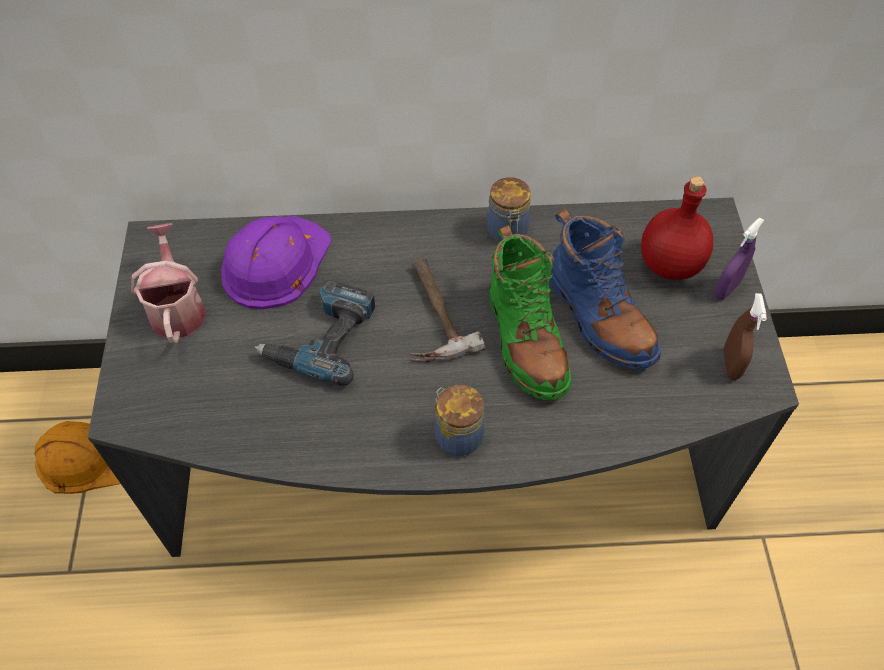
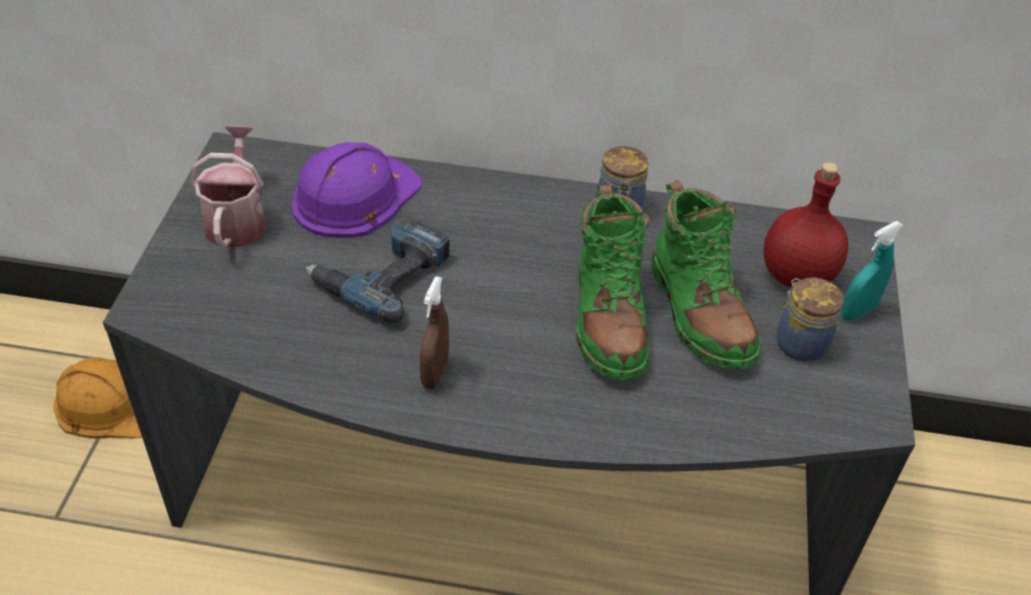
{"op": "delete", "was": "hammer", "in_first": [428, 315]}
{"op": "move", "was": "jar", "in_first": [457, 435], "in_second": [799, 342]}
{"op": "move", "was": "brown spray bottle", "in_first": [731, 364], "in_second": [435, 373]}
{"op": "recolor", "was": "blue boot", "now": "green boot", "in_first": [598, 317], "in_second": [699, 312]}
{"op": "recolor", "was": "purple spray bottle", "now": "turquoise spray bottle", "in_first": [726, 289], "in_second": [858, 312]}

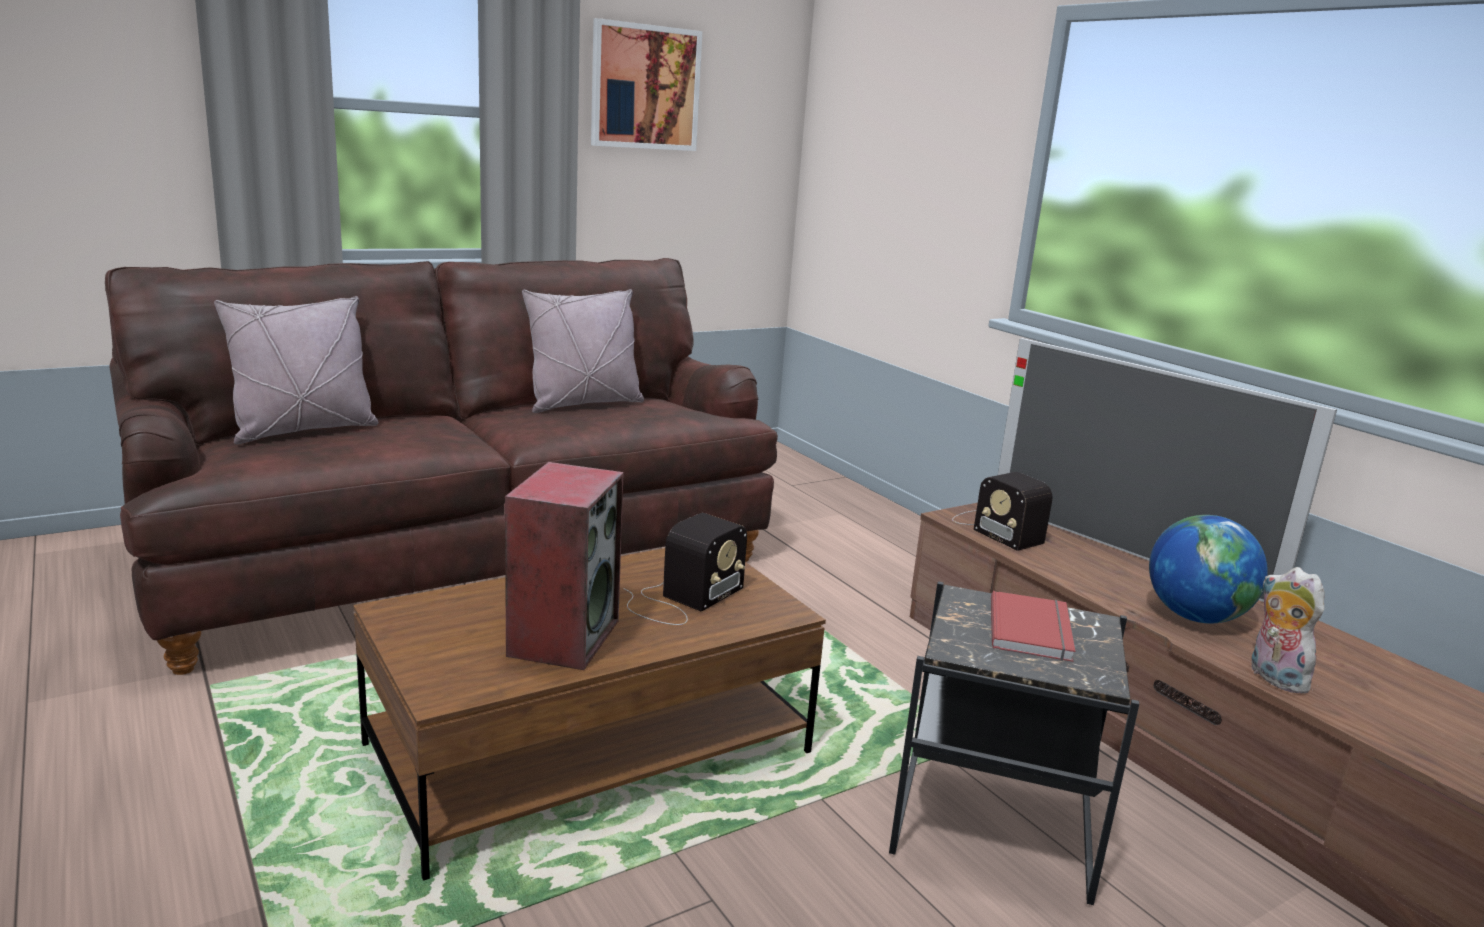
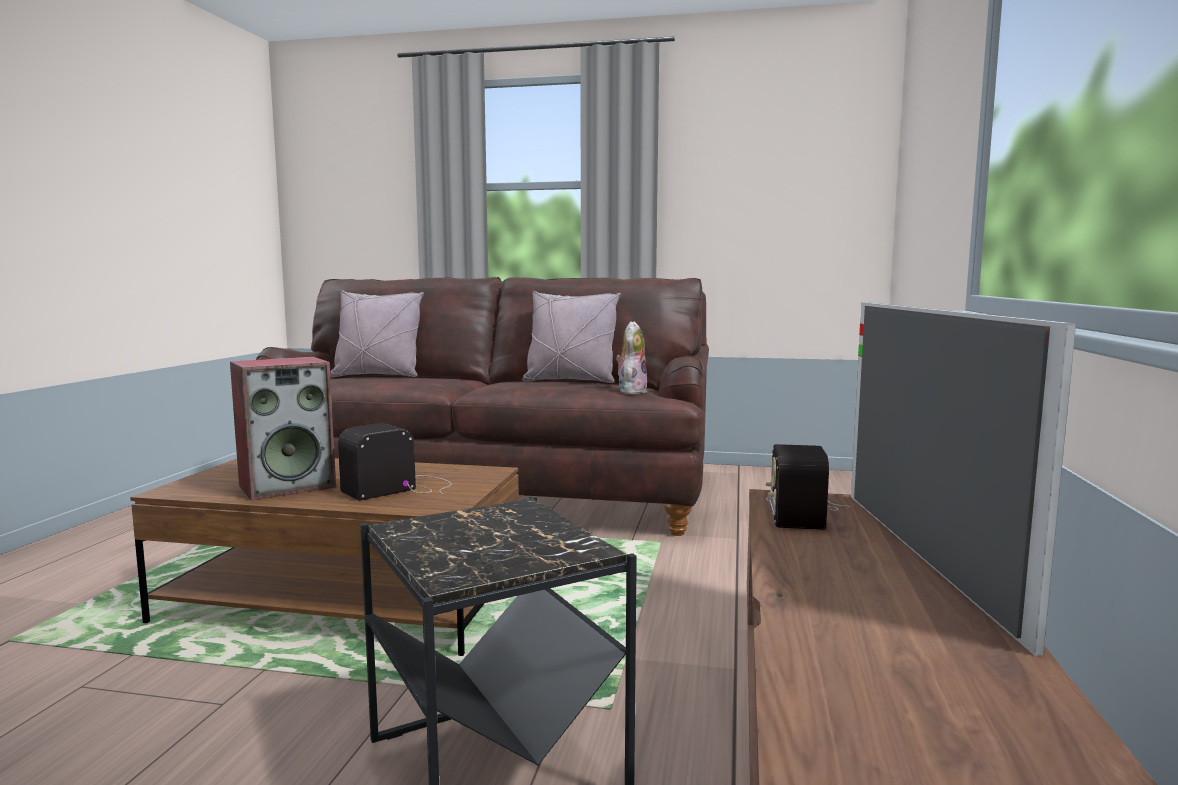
{"op": "delete", "was": "picture", "in_first": [645, 87]}
{"op": "delete", "was": "red book", "in_first": [1033, 630]}
{"op": "delete", "was": "globe", "in_first": [1195, 617]}
{"op": "move", "was": "plush toy", "in_first": [1273, 677], "in_second": [631, 391]}
{"op": "rotate", "was": "radio", "in_first": [682, 599], "in_second": [401, 487], "clockwise": 150}

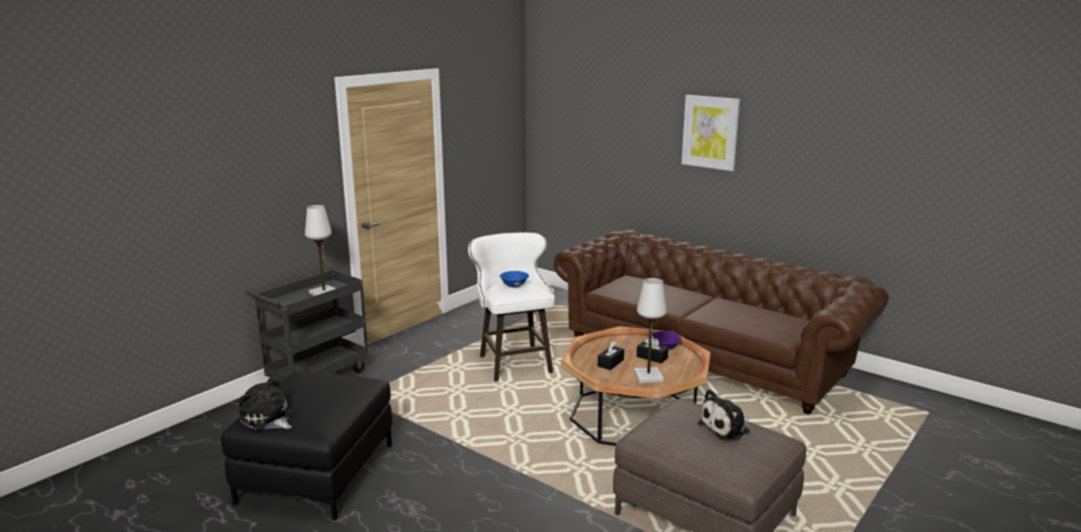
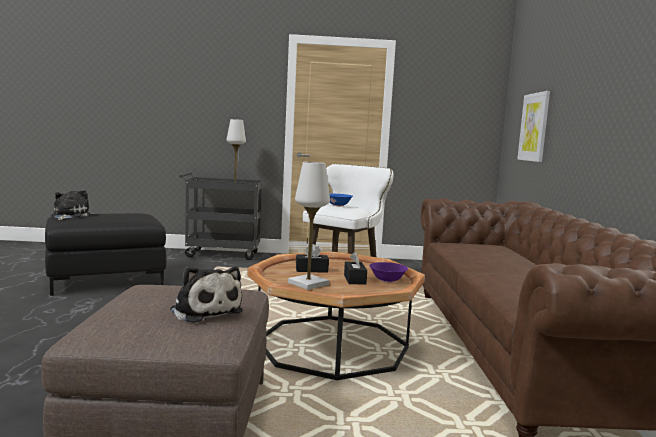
{"op": "move", "was": "picture", "in_first": [710, 132], "in_second": [534, 127]}
{"op": "rotate", "was": "plush toy", "in_first": [726, 428], "in_second": [205, 311], "clockwise": -150}

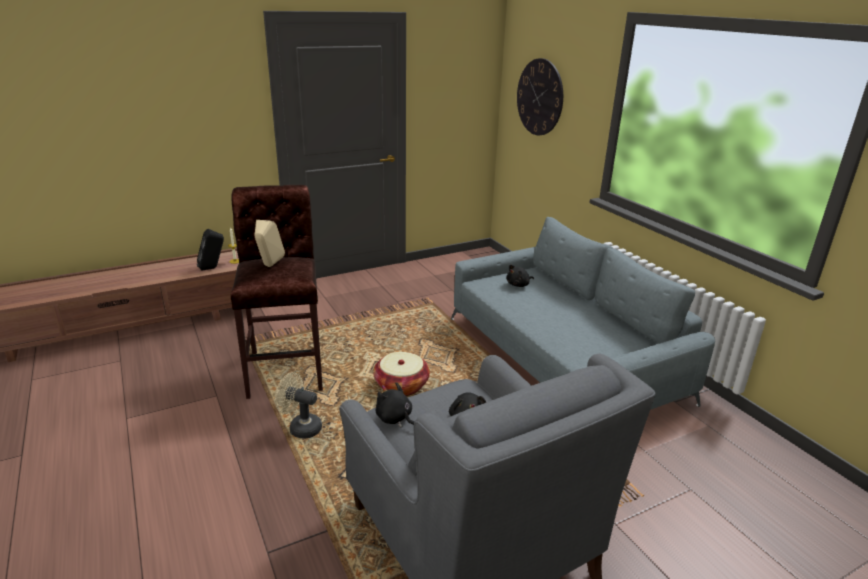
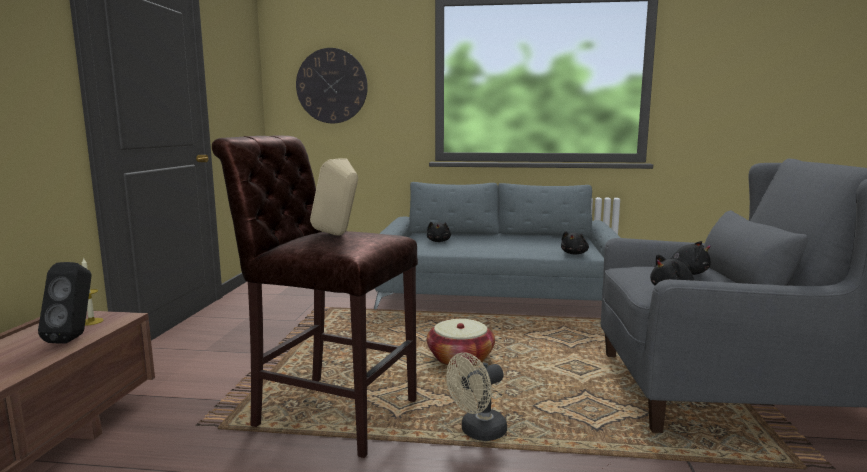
{"op": "insert", "now": "black plush toy", "in_second": [574, 253]}

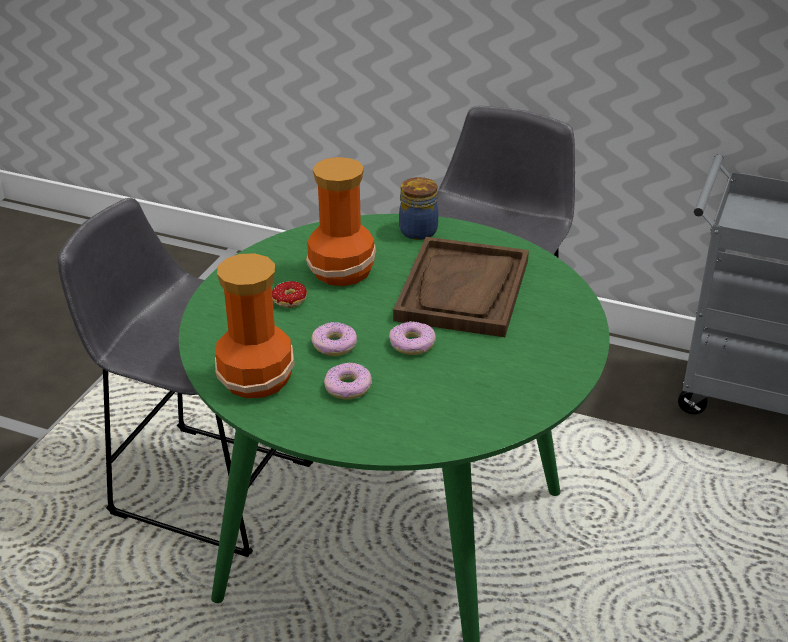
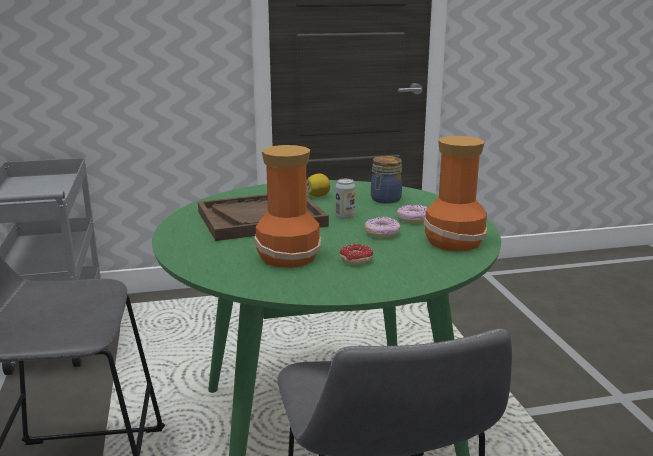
{"op": "insert", "now": "lemon", "in_second": [318, 196]}
{"op": "move", "was": "jar", "in_first": [417, 230], "in_second": [385, 200]}
{"op": "replace", "was": "donut", "now": "can", "in_first": [412, 344], "in_second": [345, 216]}

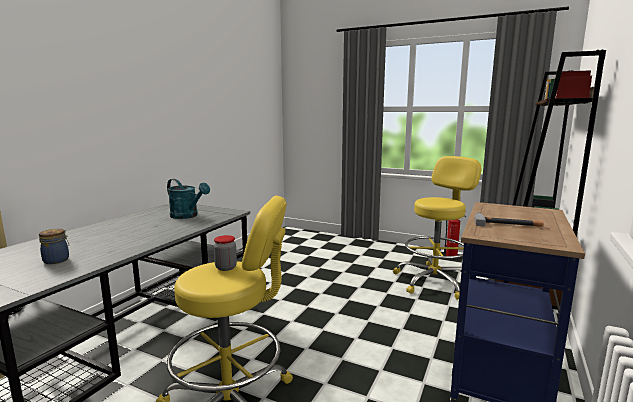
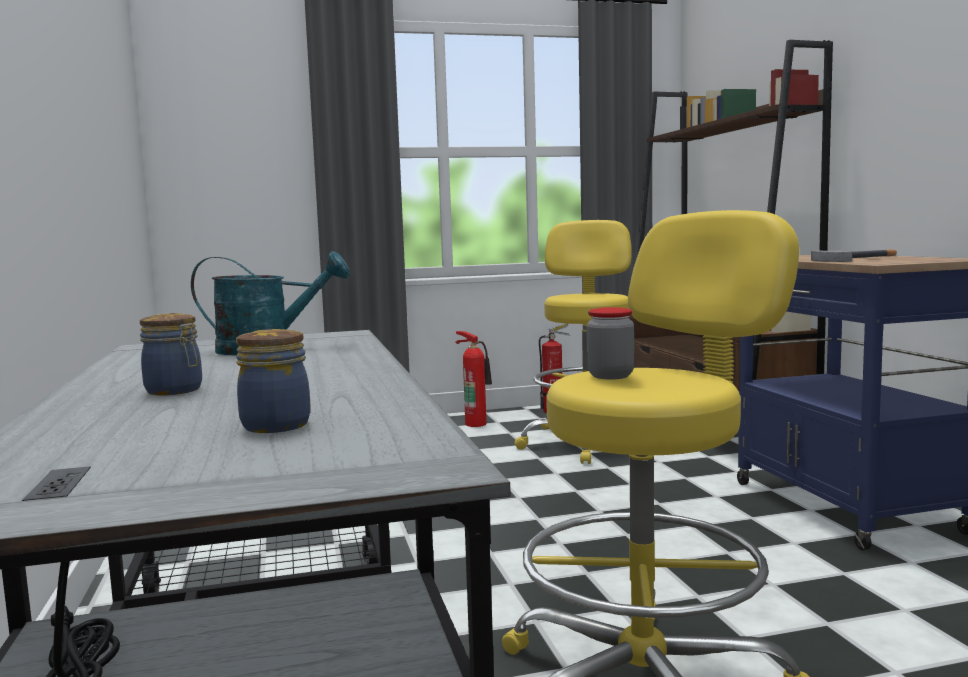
{"op": "insert", "now": "jar", "in_second": [175, 391]}
{"op": "insert", "now": "fire extinguisher", "in_second": [476, 423]}

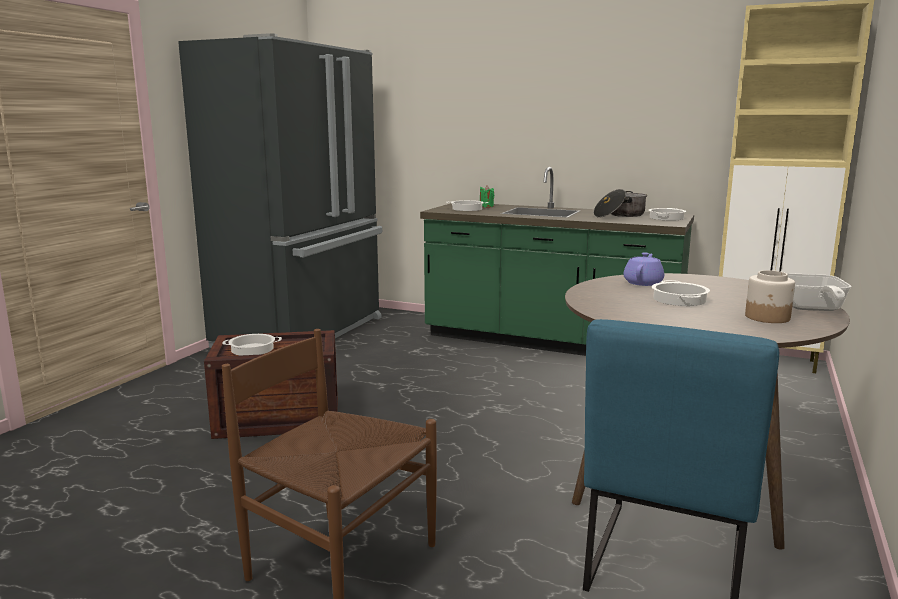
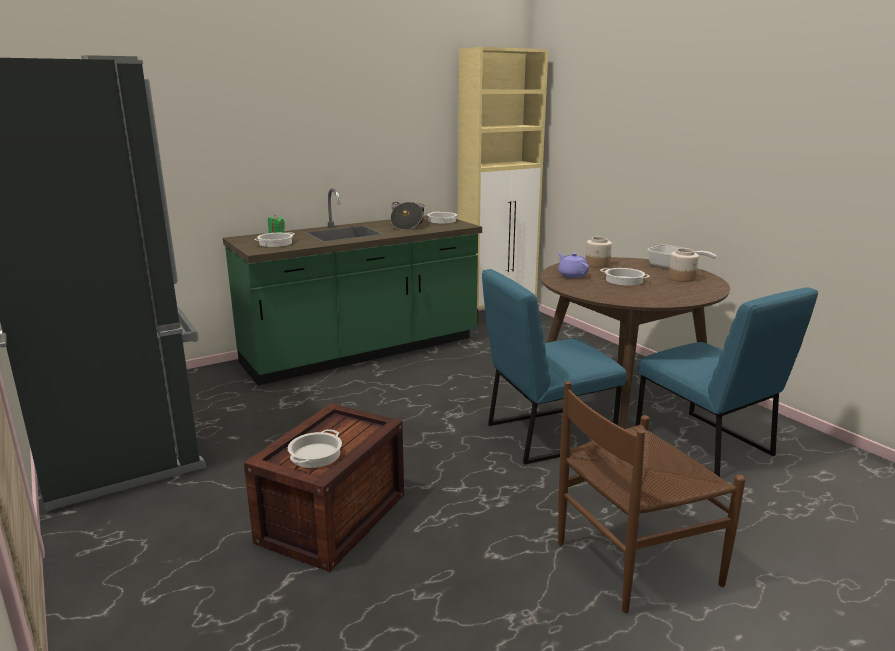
{"op": "insert", "now": "blue chair", "in_second": [546, 435]}
{"op": "insert", "now": "jar", "in_second": [597, 264]}

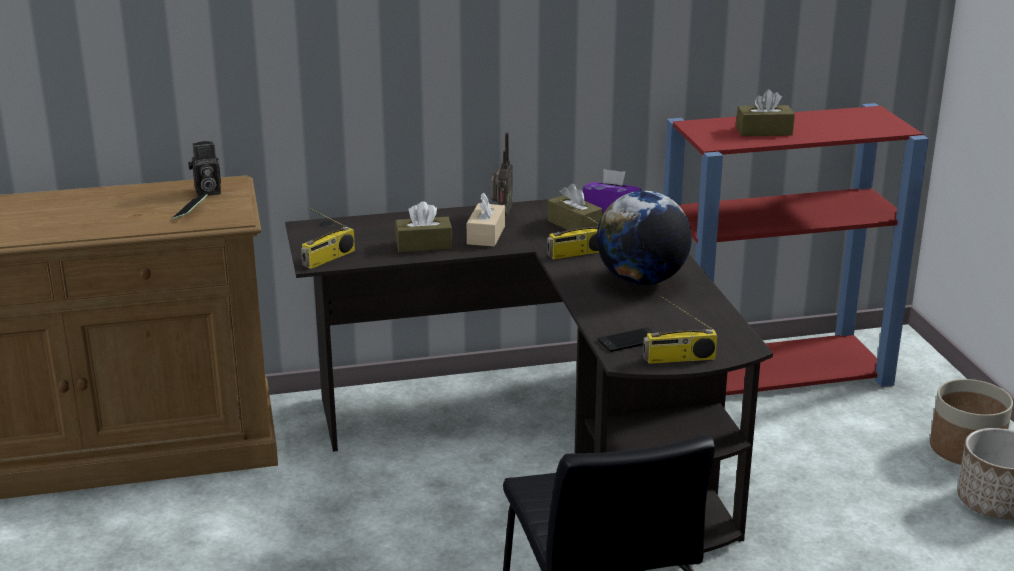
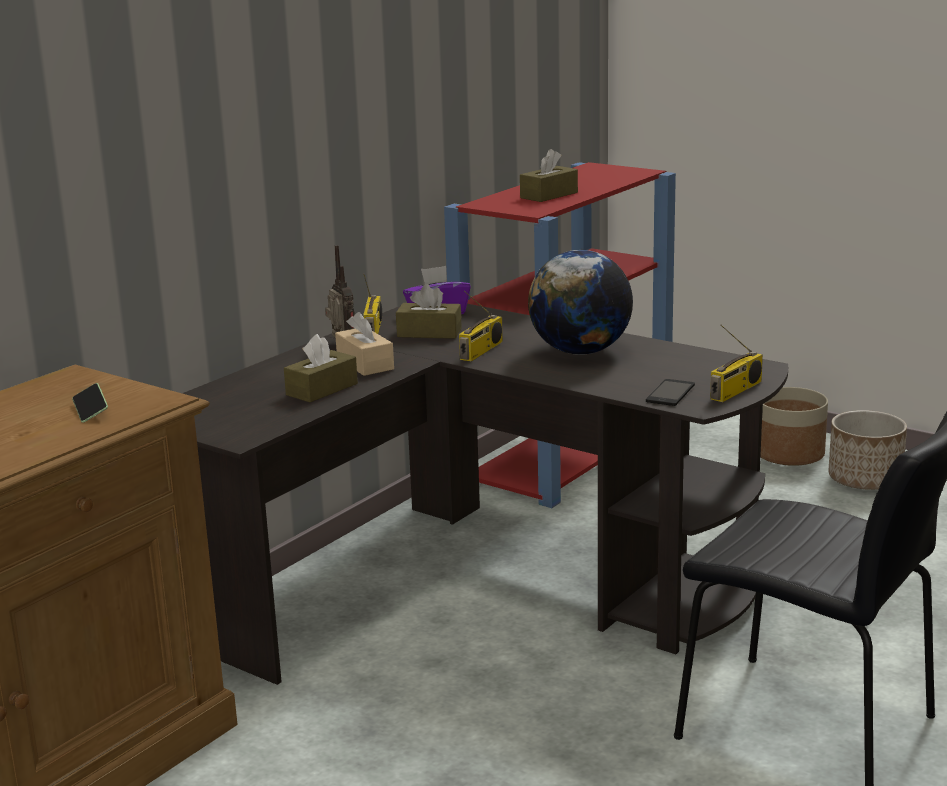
{"op": "delete", "was": "photo camera", "in_first": [206, 192]}
{"op": "move", "was": "radio", "in_first": [329, 259], "in_second": [374, 330]}

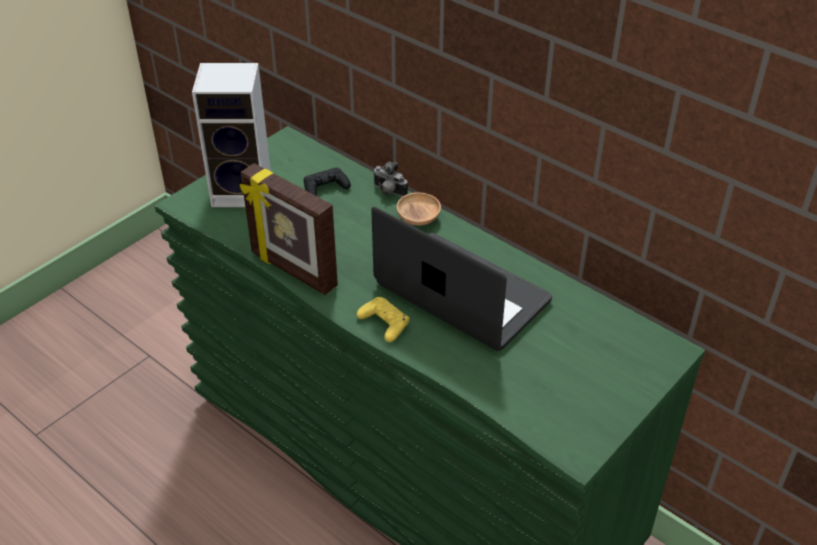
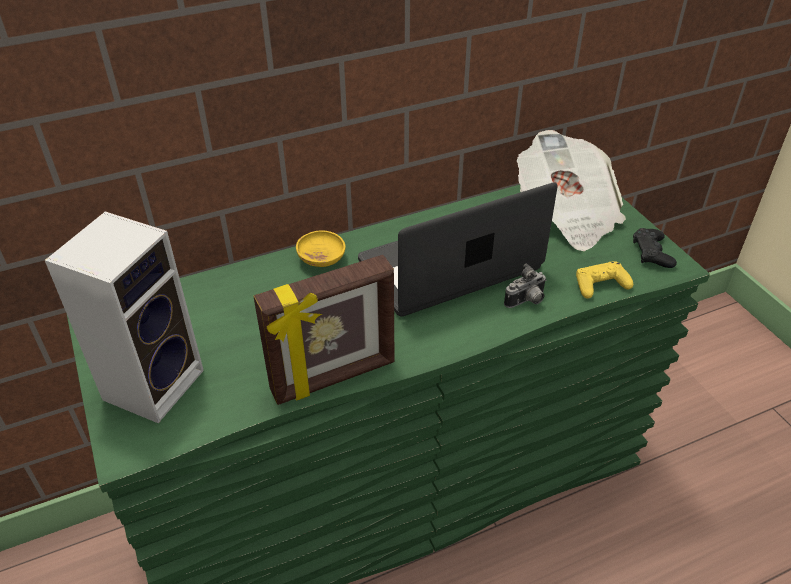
{"op": "insert", "now": "newspaper", "in_second": [566, 215]}
{"op": "move", "was": "black game controller", "in_first": [325, 188], "in_second": [652, 253]}
{"op": "move", "was": "yellow game controller", "in_first": [384, 323], "in_second": [600, 285]}
{"op": "move", "was": "photo camera", "in_first": [388, 192], "in_second": [526, 301]}
{"op": "recolor", "was": "brown bowl", "now": "yellow bowl", "in_first": [418, 218], "in_second": [321, 259]}

